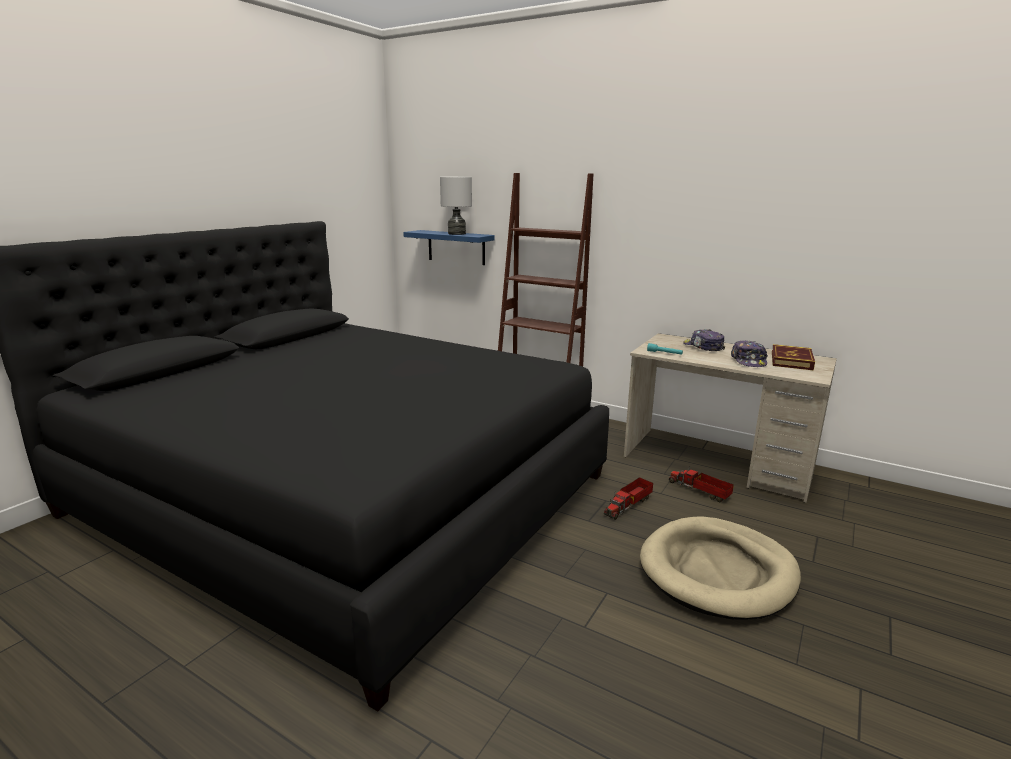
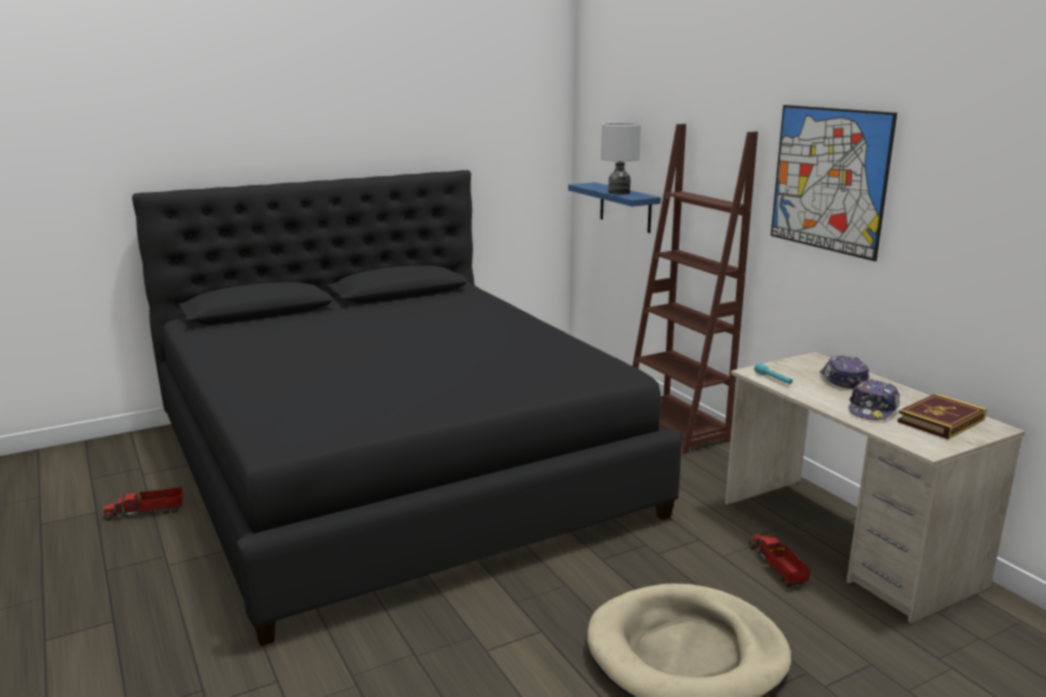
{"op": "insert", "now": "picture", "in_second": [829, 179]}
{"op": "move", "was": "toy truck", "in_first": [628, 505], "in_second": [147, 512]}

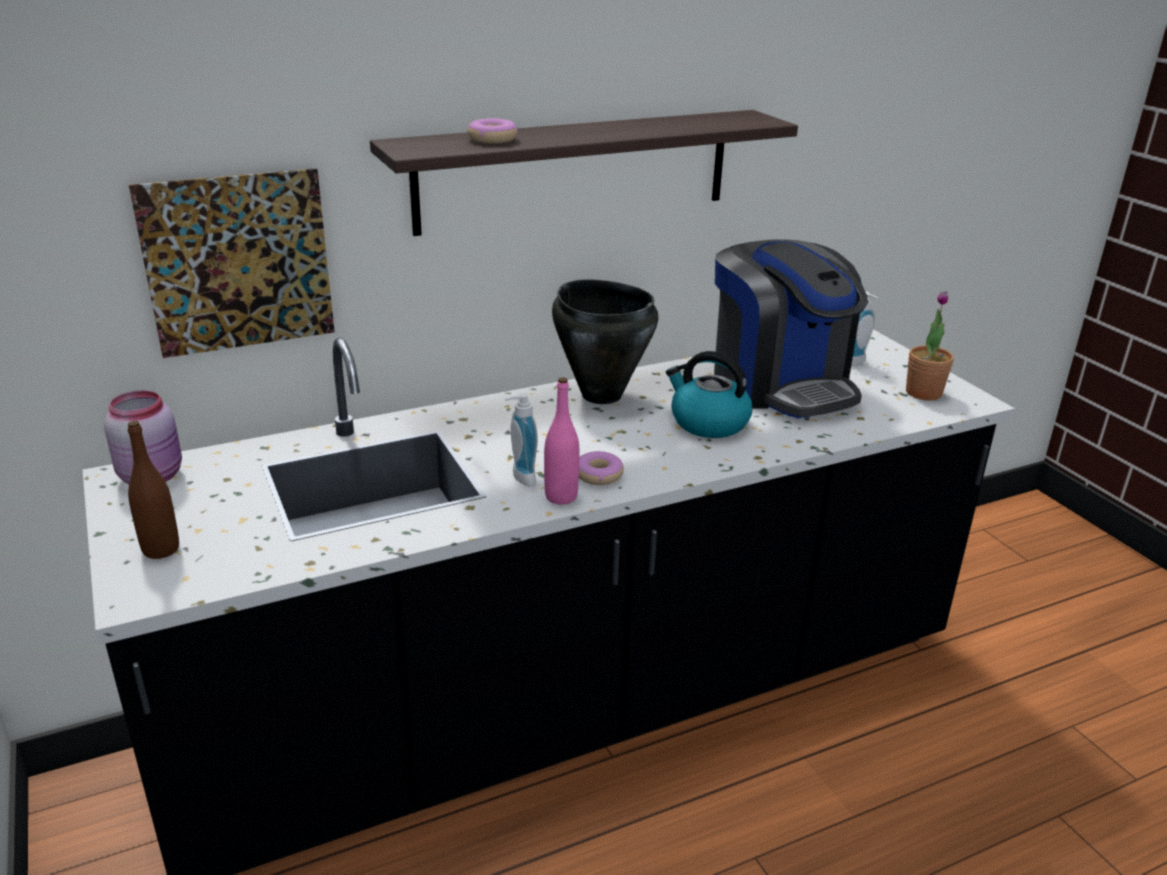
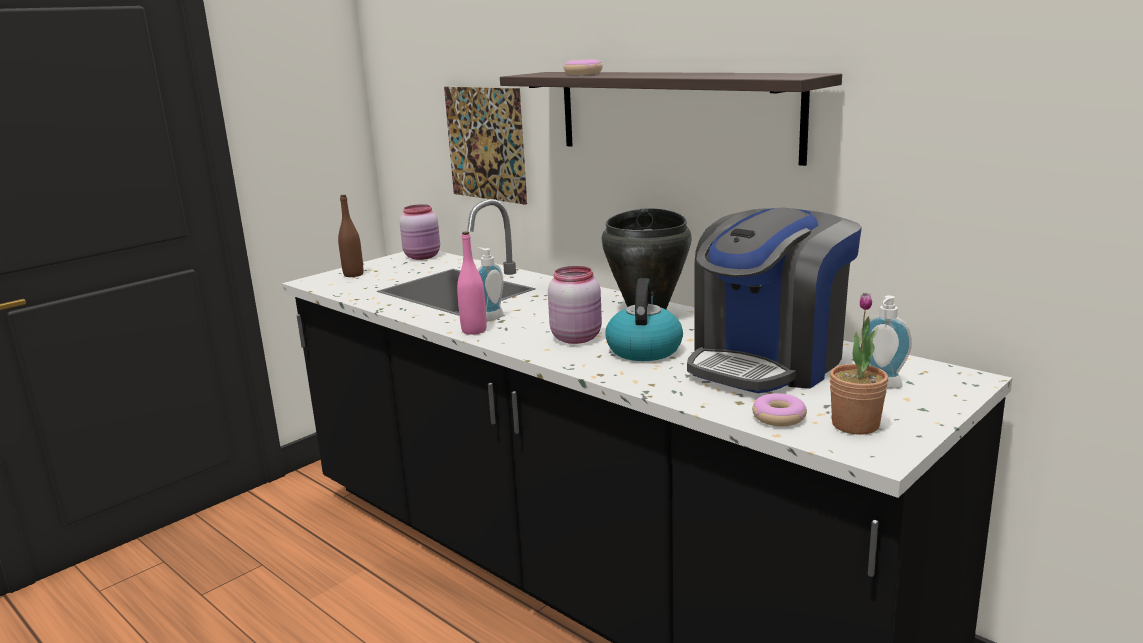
{"op": "insert", "now": "pink jar", "in_second": [577, 337]}
{"op": "move", "was": "donut", "in_first": [599, 475], "in_second": [779, 417]}

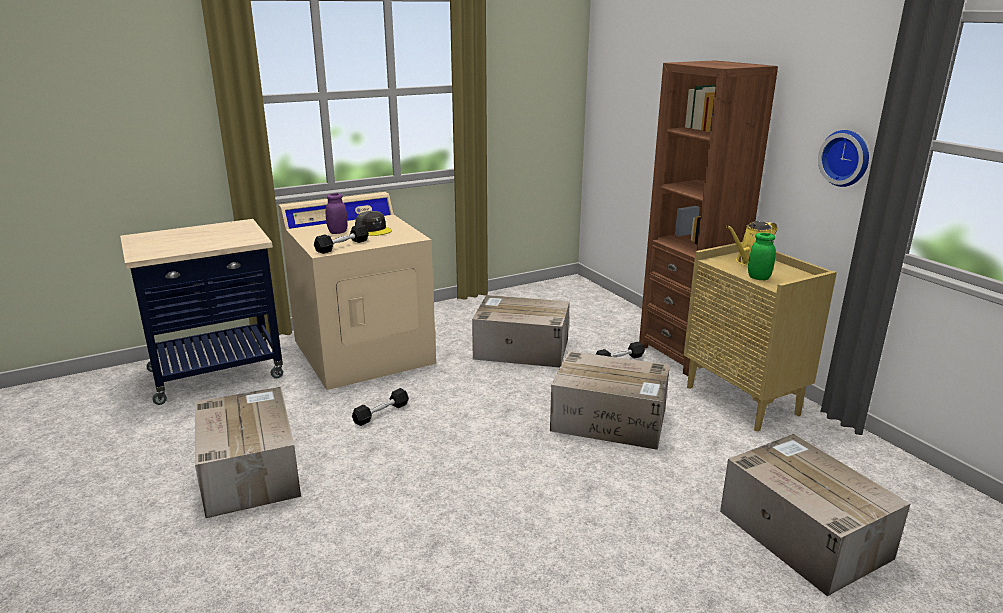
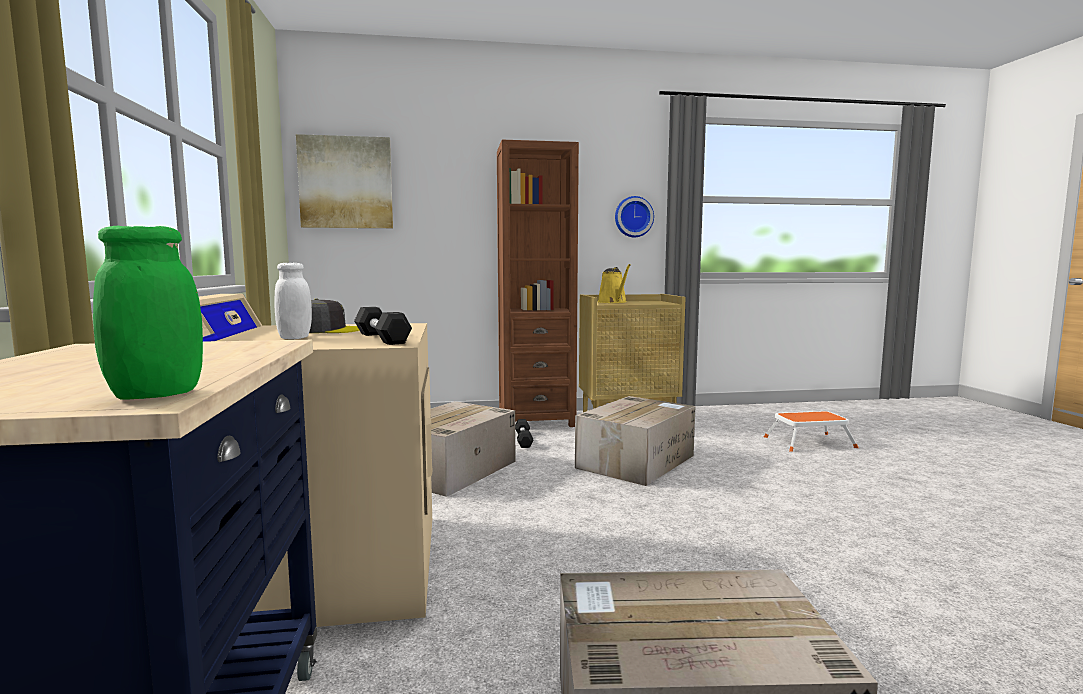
{"op": "delete", "was": "black dumbbell", "in_first": [381, 413]}
{"op": "insert", "now": "picture", "in_second": [346, 182]}
{"op": "move", "was": "green jar", "in_first": [758, 278], "in_second": [156, 394]}
{"op": "replace", "was": "cardboard box", "now": "orange step ladder", "in_first": [801, 533], "in_second": [809, 442]}
{"op": "recolor", "was": "purple jar", "now": "white jar", "in_first": [338, 232], "in_second": [295, 338]}

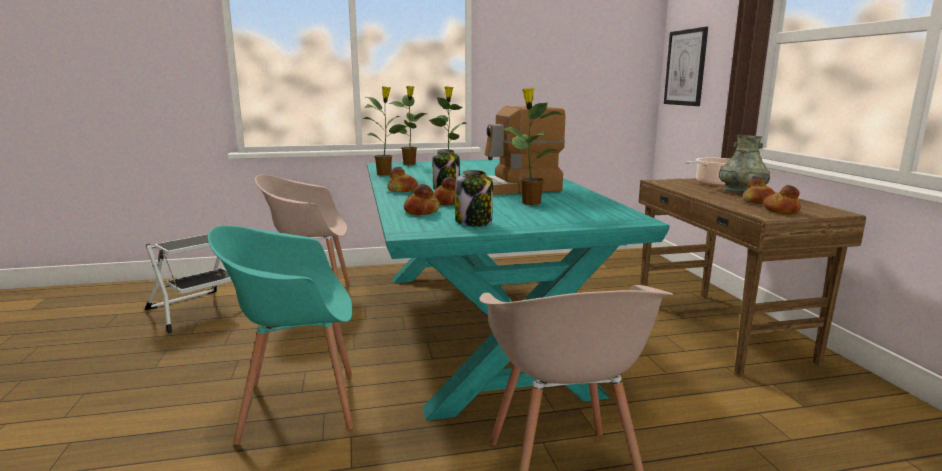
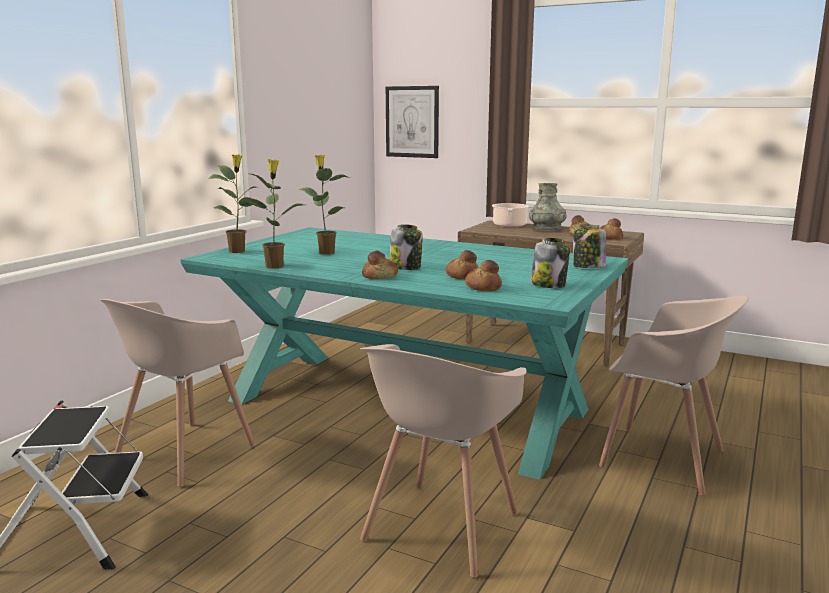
{"op": "delete", "was": "coffee machine", "in_first": [513, 189]}
{"op": "delete", "was": "potted plant", "in_first": [530, 202]}
{"op": "insert", "now": "jar", "in_second": [588, 267]}
{"op": "recolor", "was": "turquoise chair", "now": "beige chair", "in_first": [296, 406], "in_second": [441, 528]}

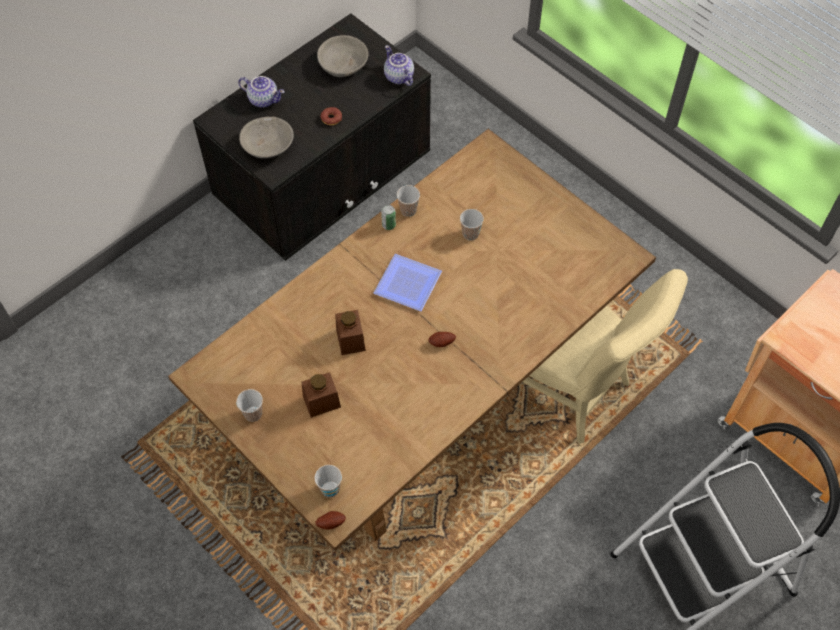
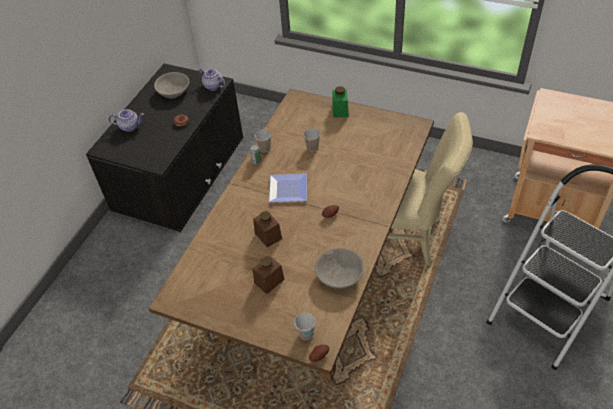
{"op": "delete", "was": "cup", "in_first": [253, 414]}
{"op": "insert", "now": "green jar", "in_second": [340, 110]}
{"op": "move", "was": "grey bowl", "in_first": [268, 146], "in_second": [339, 275]}

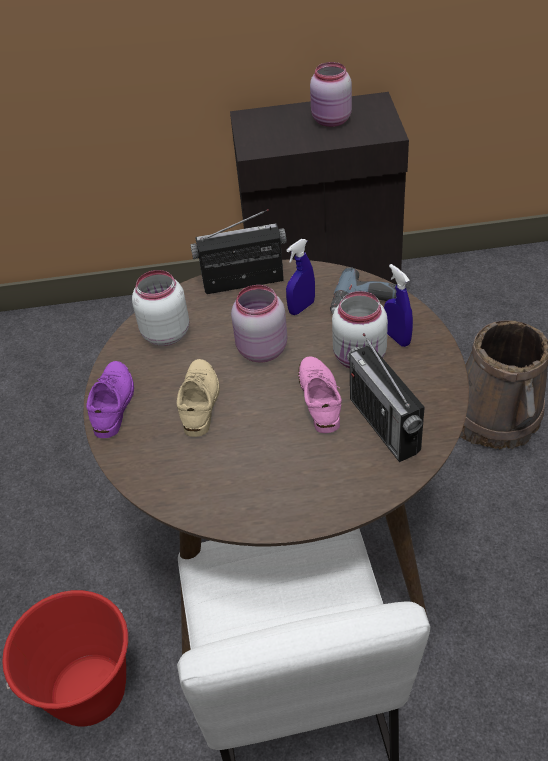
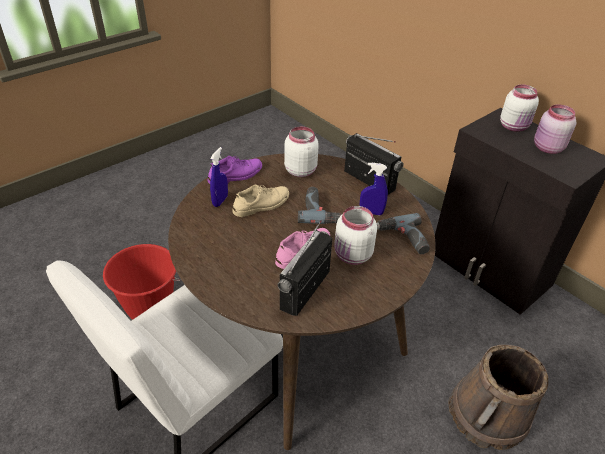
{"op": "insert", "now": "white jar", "in_second": [514, 127]}
{"op": "move", "was": "blue spray bottle", "in_first": [397, 338], "in_second": [220, 201]}
{"op": "replace", "was": "pink jar", "now": "power drill", "in_first": [260, 350], "in_second": [320, 211]}

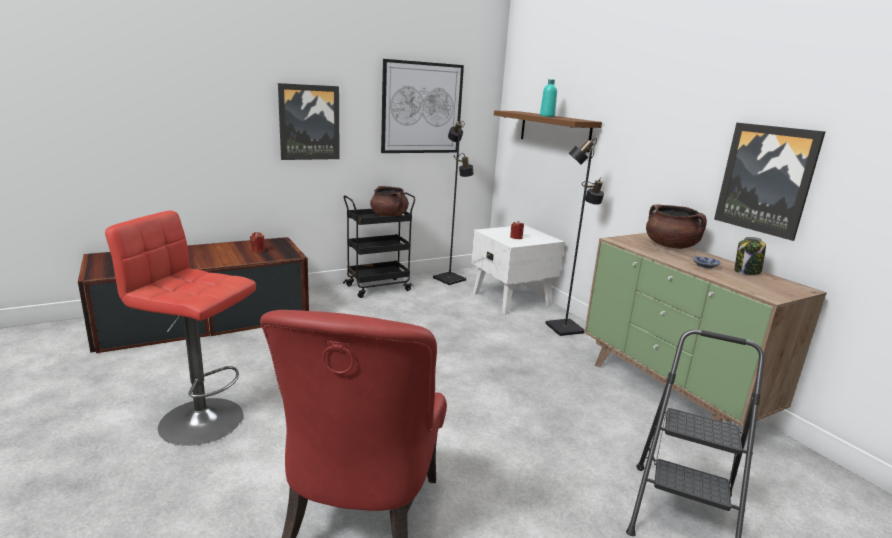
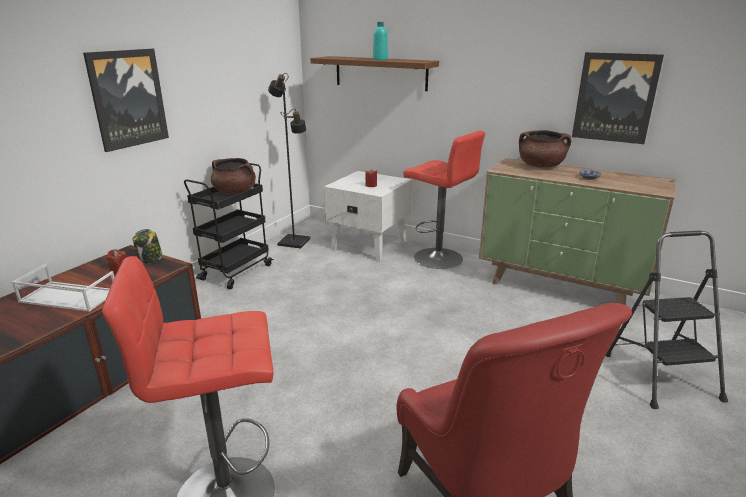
{"op": "delete", "was": "picture", "in_first": [422, 108]}
{"op": "insert", "now": "white tray", "in_second": [67, 297]}
{"op": "move", "was": "jar", "in_first": [746, 272], "in_second": [150, 260]}
{"op": "replace", "was": "black floor lamp", "now": "red stool", "in_first": [565, 328], "in_second": [438, 258]}

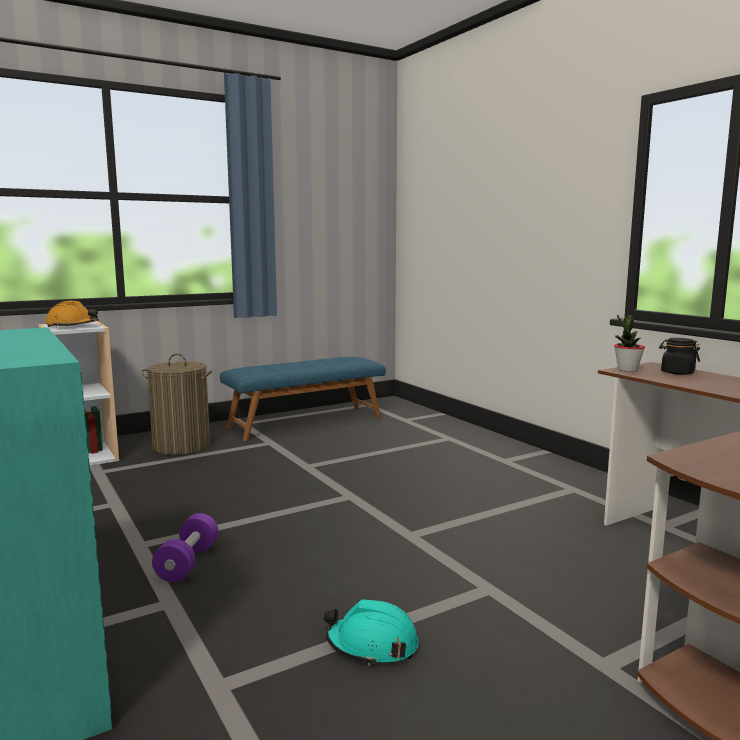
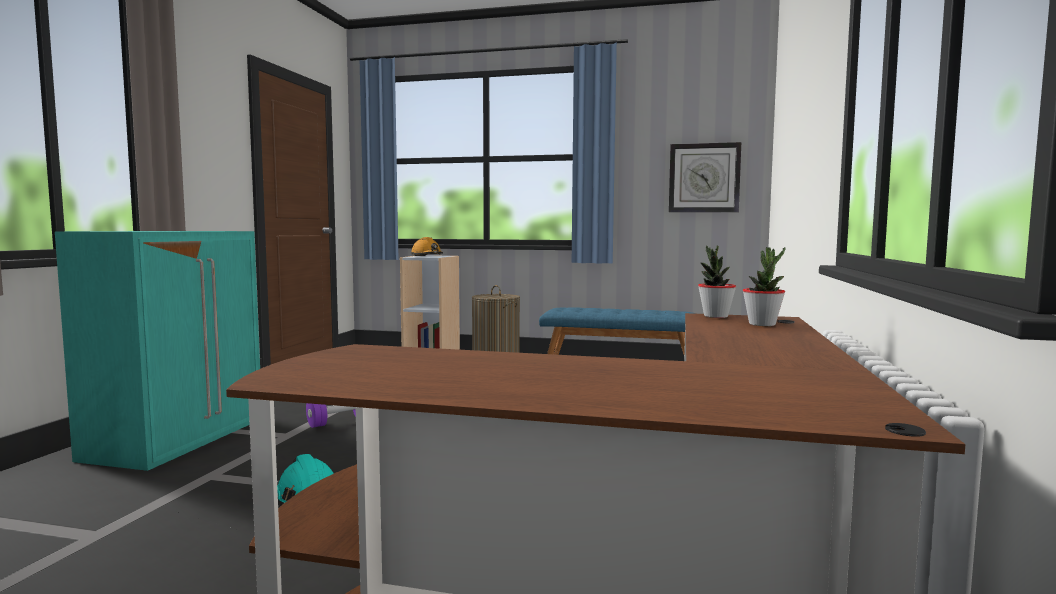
{"op": "insert", "now": "wall clock", "in_second": [704, 178]}
{"op": "replace", "was": "black jar", "now": "potted plant", "in_first": [677, 372], "in_second": [762, 324]}

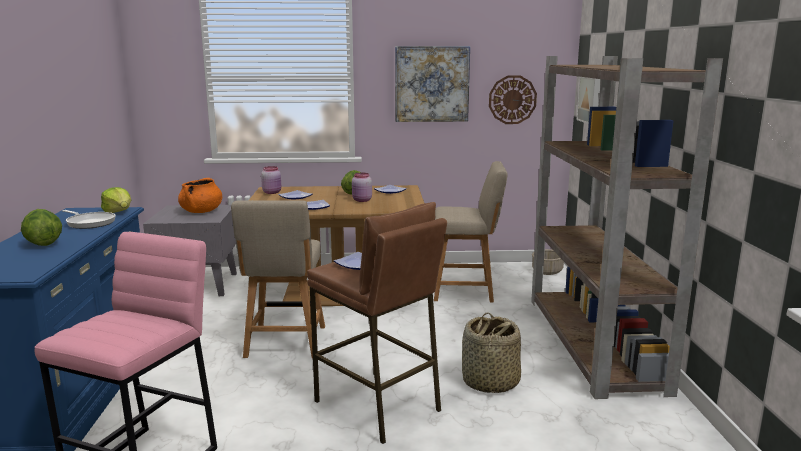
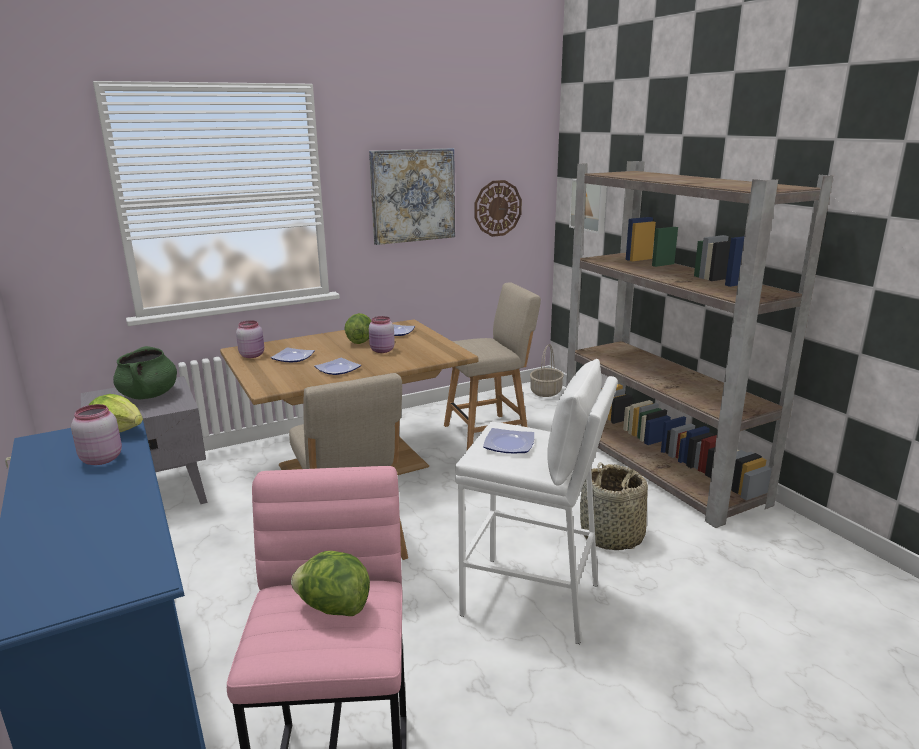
{"op": "move", "was": "lettuce", "in_first": [43, 244], "in_second": [333, 608]}
{"op": "replace", "was": "frying pan", "now": "pink jar", "in_first": [89, 223], "in_second": [101, 458]}
{"op": "recolor", "was": "orange cooking pot", "now": "green cooking pot", "in_first": [201, 211], "in_second": [149, 395]}
{"op": "recolor", "was": "brown stool", "now": "white stool", "in_first": [377, 406], "in_second": [531, 599]}

